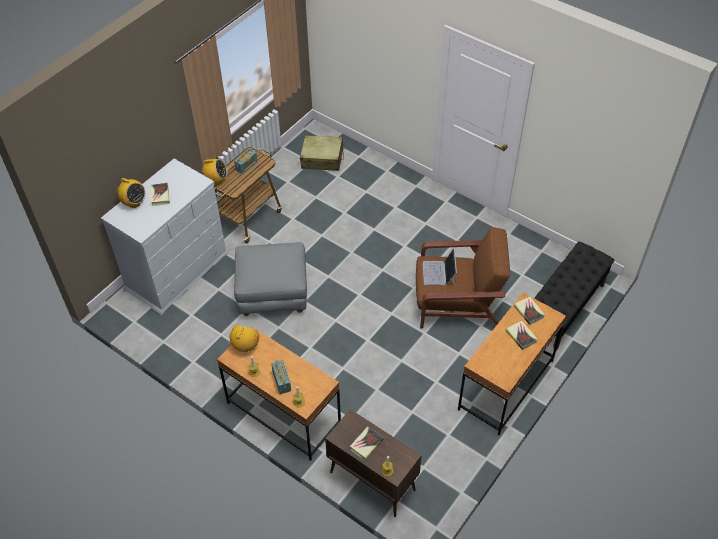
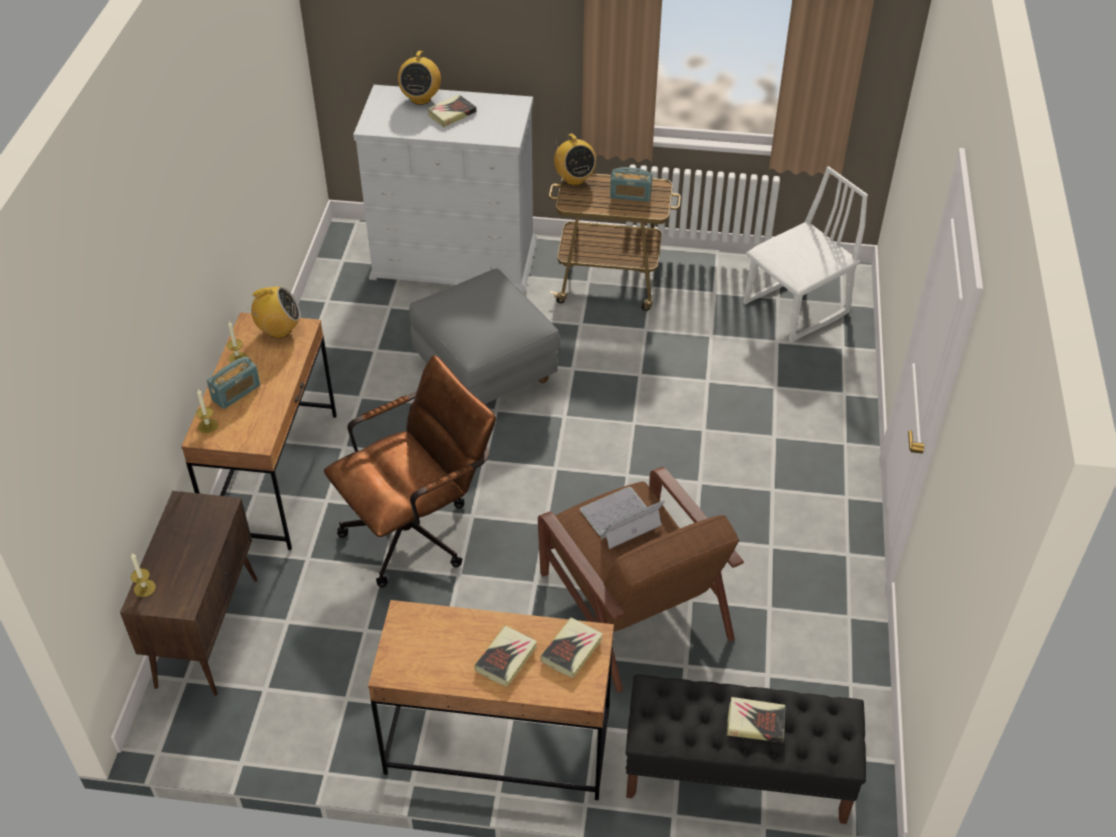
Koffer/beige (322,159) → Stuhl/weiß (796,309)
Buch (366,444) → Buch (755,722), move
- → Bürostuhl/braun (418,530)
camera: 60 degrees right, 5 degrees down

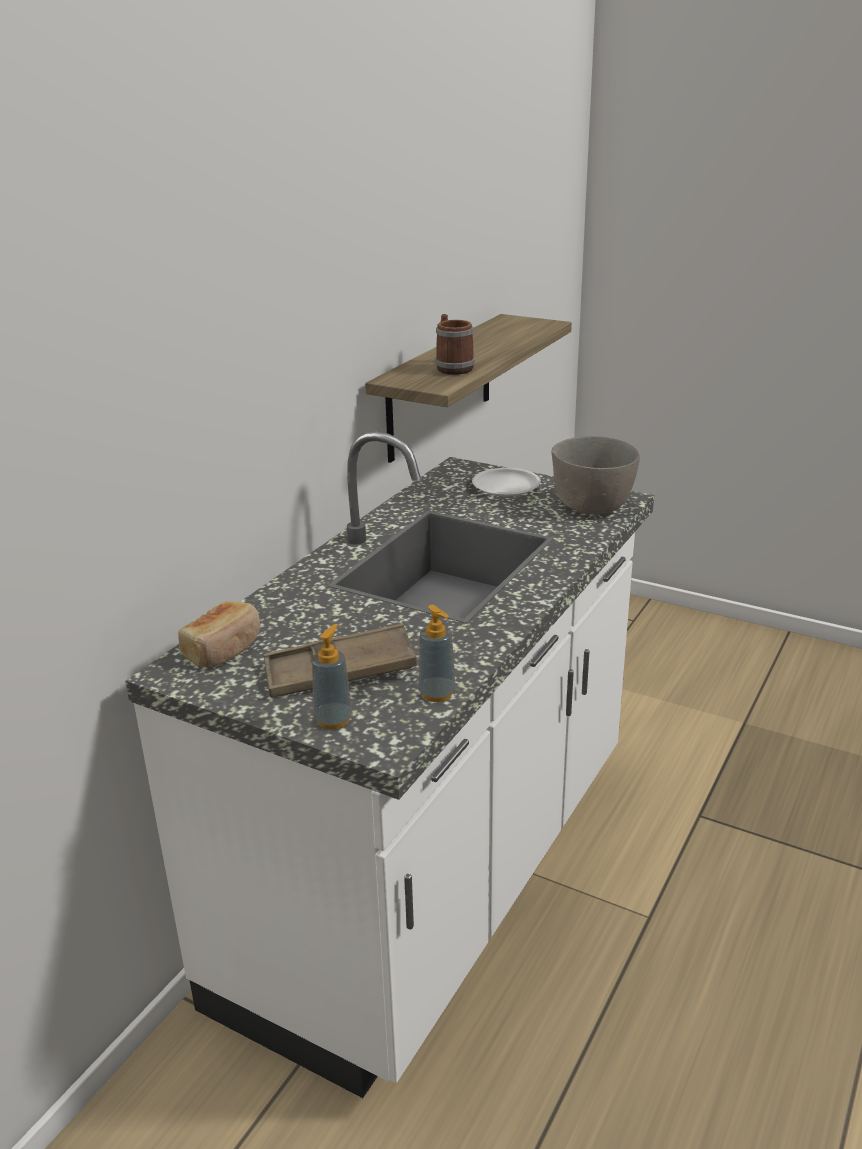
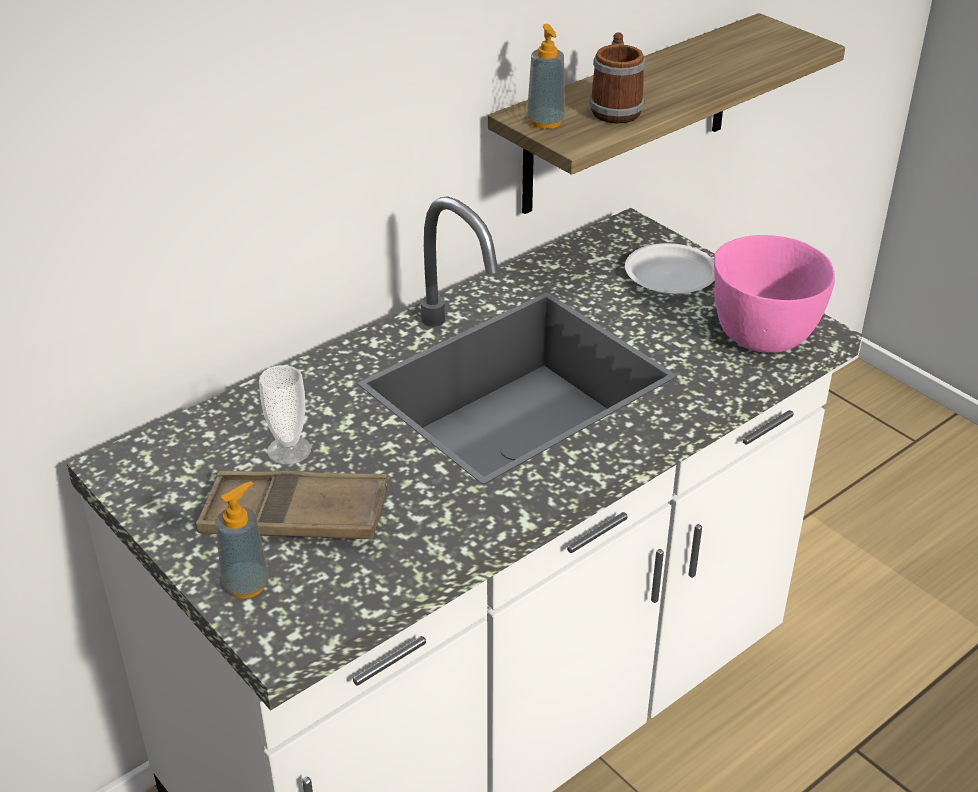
Schüssel/grau (593,506) → Schüssel/rosa (763,335)
Brot (224,649) → -
Seifenspender (437,693) → Seifenspender (545,122), move
- → Tasse (289,450)
camera: 20 degrees right, 10 degrees up

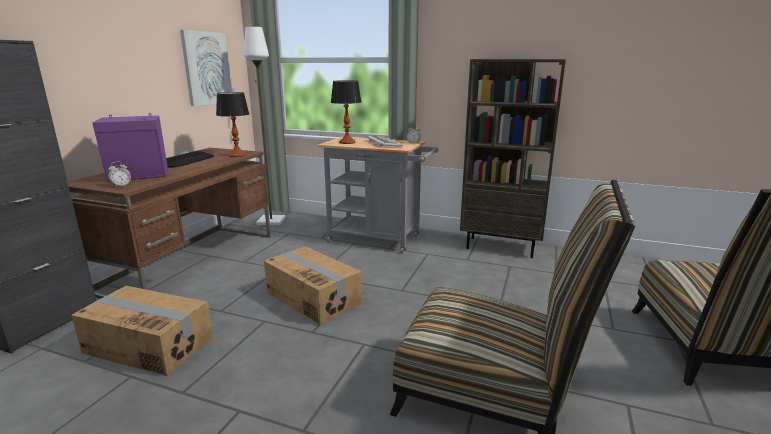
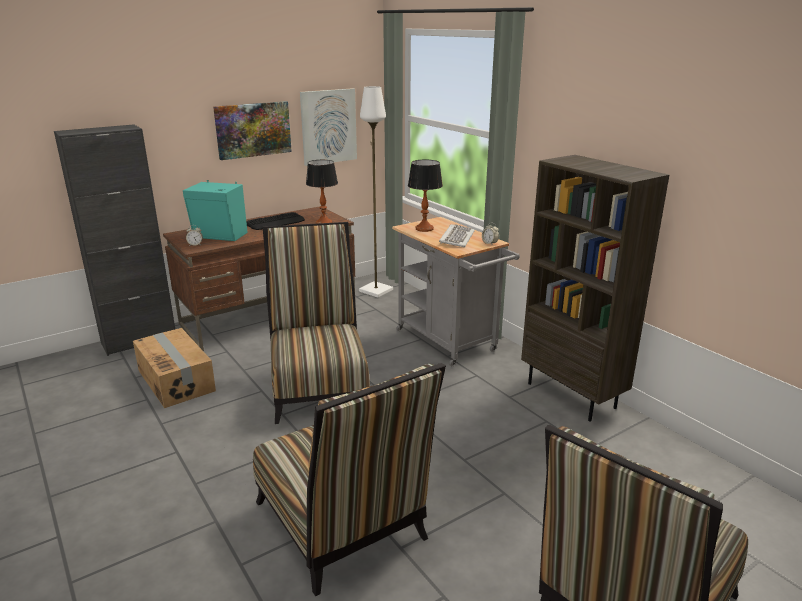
Lautsprecher/lila (140,176) → Lautsprecher/türkis (220,236)
Karton (313,298) → Stuhl (318,384)
- → Bild (253,129)
camera: 35 degrees right, 5 degrees up

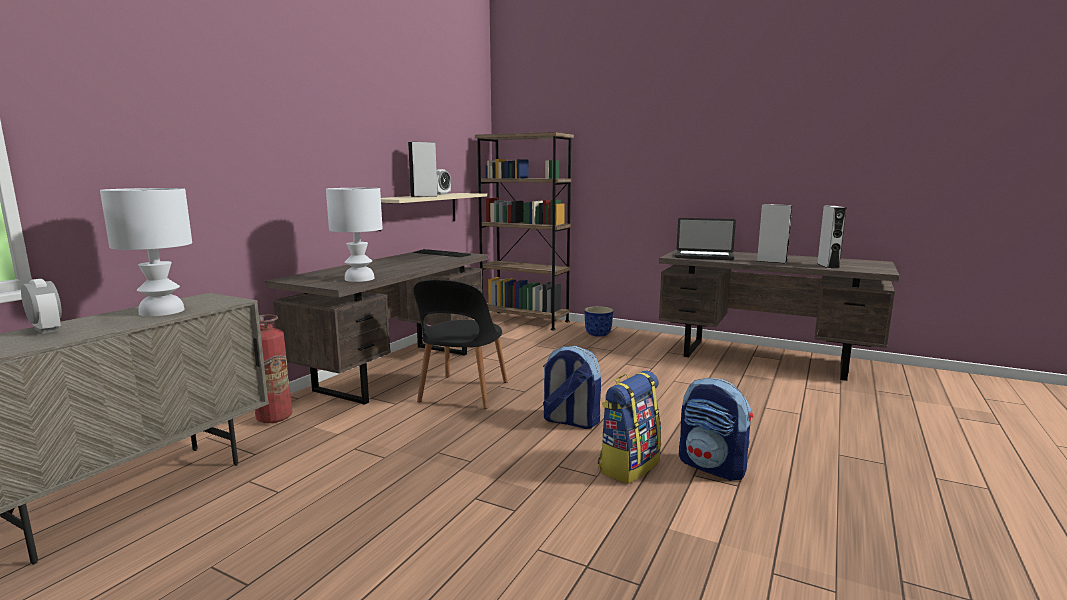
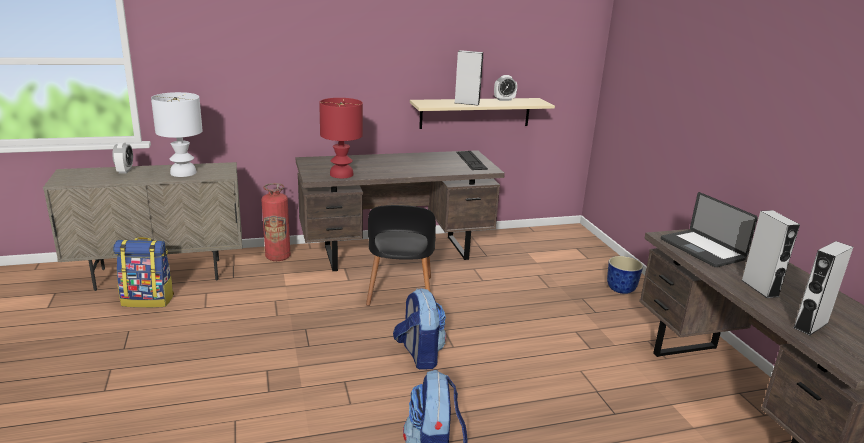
Bücherregal/braun (524,320) → -
Tischlampe/weiß (359,279) → Tischlampe/rot (341,174)
Stuhl/schwarz (462,393) → Stuhl/schwarz (399,293), 60 degrees counterclockwise
Rucksack (628,465) → Rucksack (148,300), move
camera: 45 degrees right, 10 degrees up

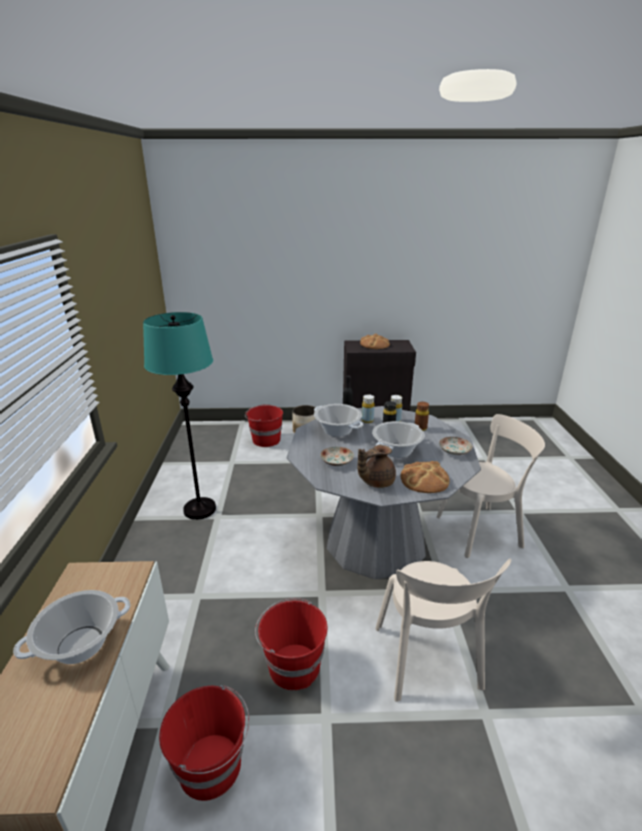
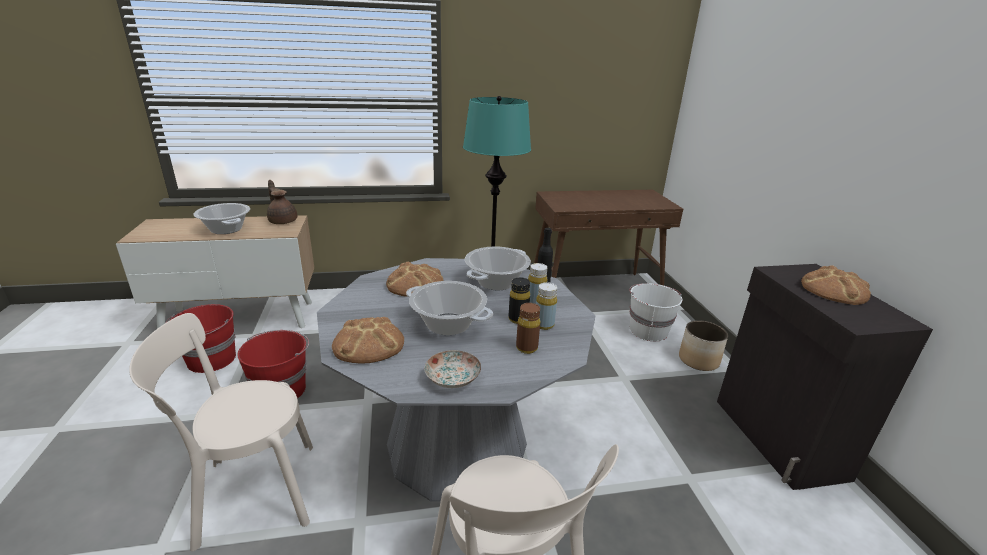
Eimer/rot (265,440) → Eimer/weiß (648,330)
Teekanne/braun (376,481) → Teekanne/braun (283,221), move
Teller (336,462) → Brot (415,284)
- → Konsolentisch/braun (594,291)
camera: 80 degrees right, 0 degrees up

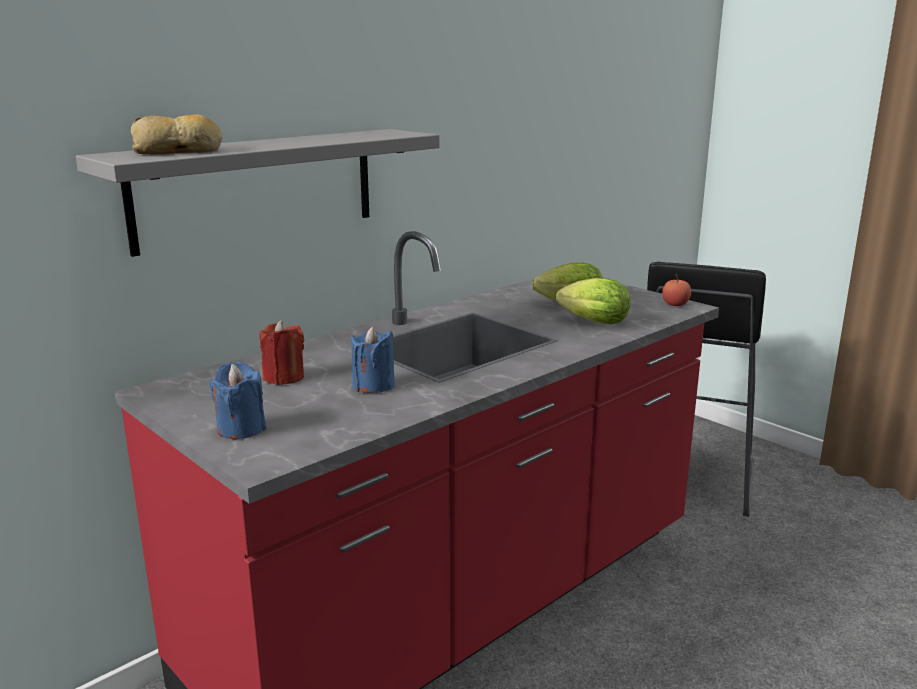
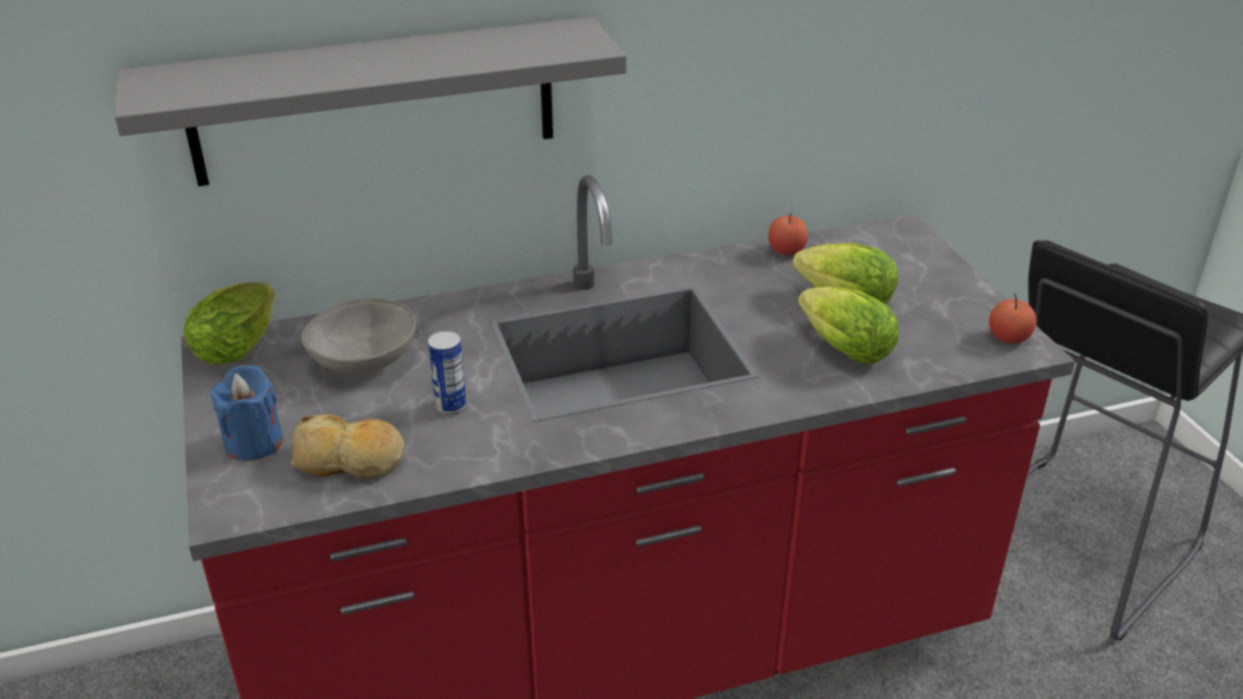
Brot (179,151) → Brot (350,461), move
Kerze/rot (283,377) → Schüssel/grau (365,361)
Kerze/blau (373,386) → Dose (451,406)
- → Apfel (786,251)
- → Salatkopf (241,345)
camera: 25 degrees right, 15 degrees up

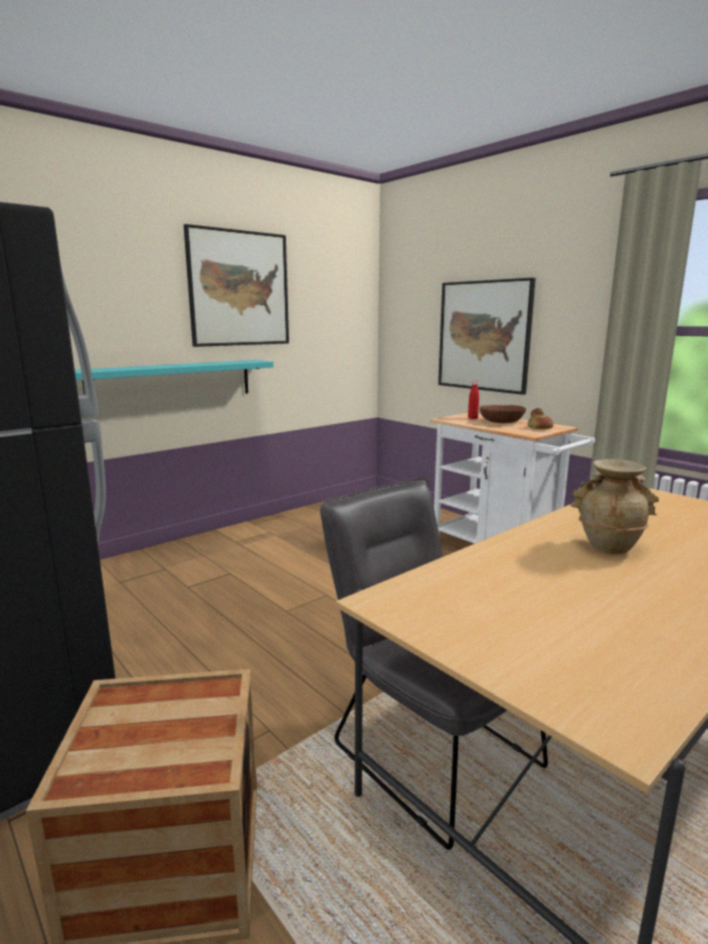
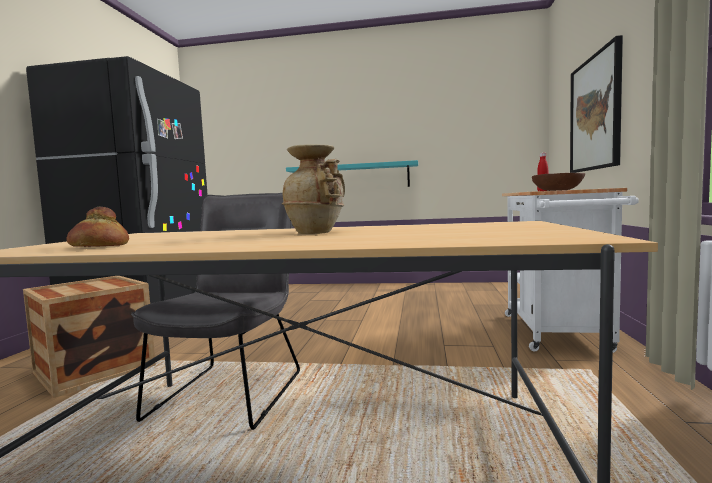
Bild (239,289) → -
Brot (539,428) → Brot (99,246), move
camera: 50 degrees right, 10 degrees down

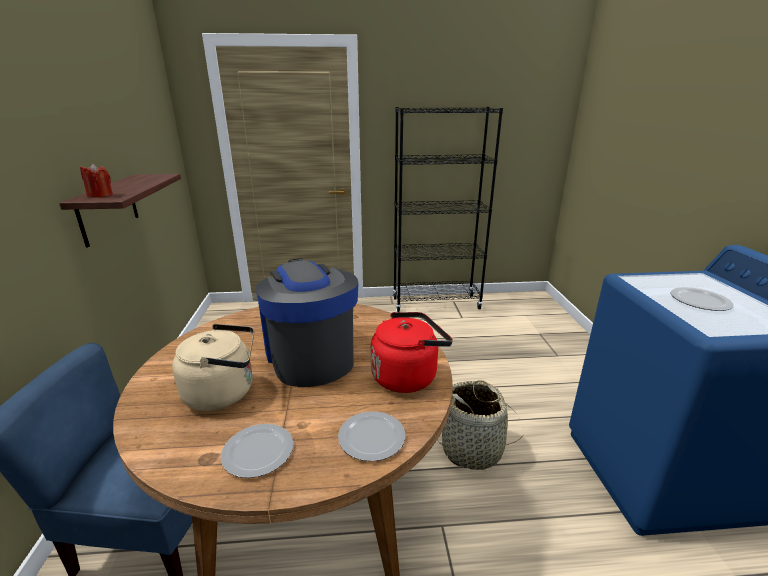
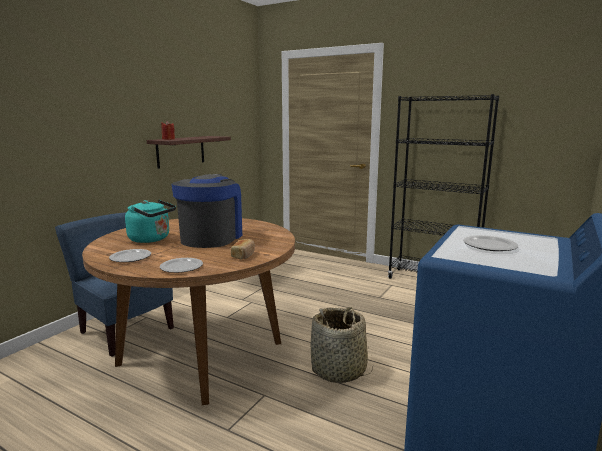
Wasserkessel/rot (407,375) → Brot (244,255)
Wasserkessel/beige (224,392) → Wasserkessel/türkis (152,239)
camera: 35 degrees right, 10 degrees down

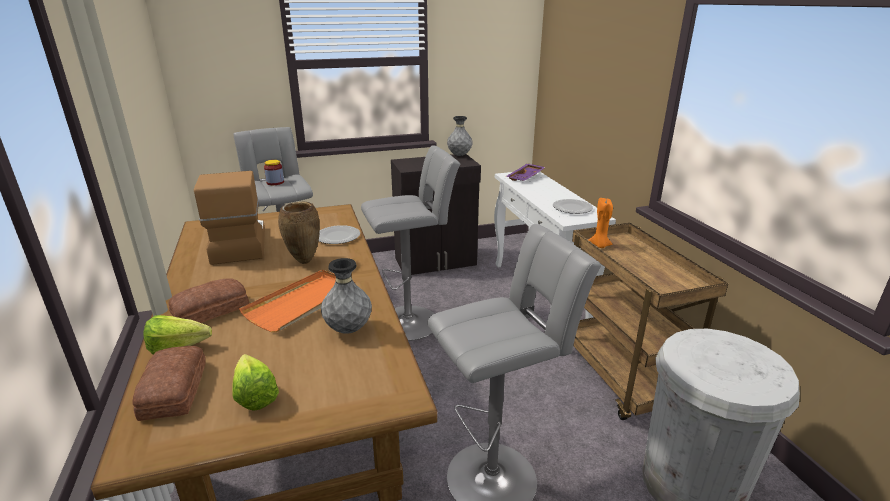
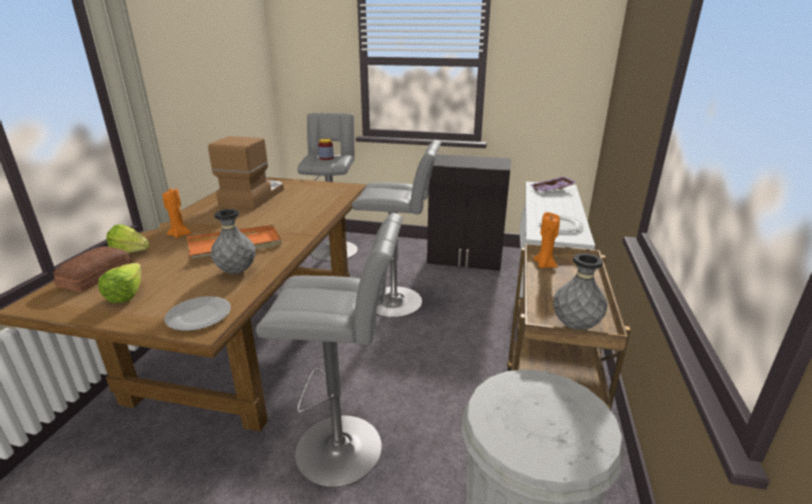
Vase/grau (459,155) → Vase/grau (575,326), move
Vase/braun (303,261) → -
Teller (338,236) → Teller (200,315), move
Brot (212,310) → Kerze/orange (179,235)
camera: 30 degrees right, 0 degrees up

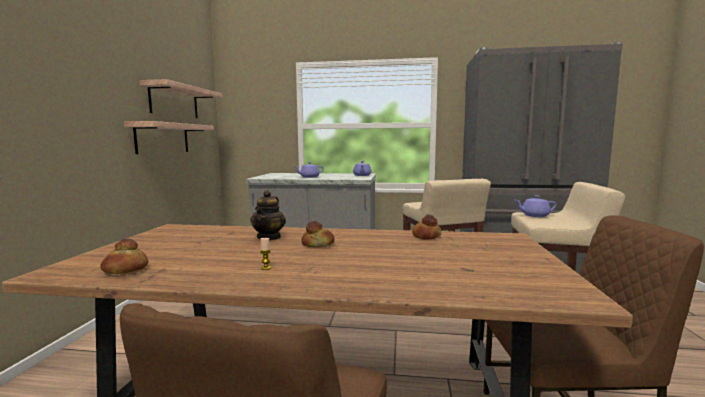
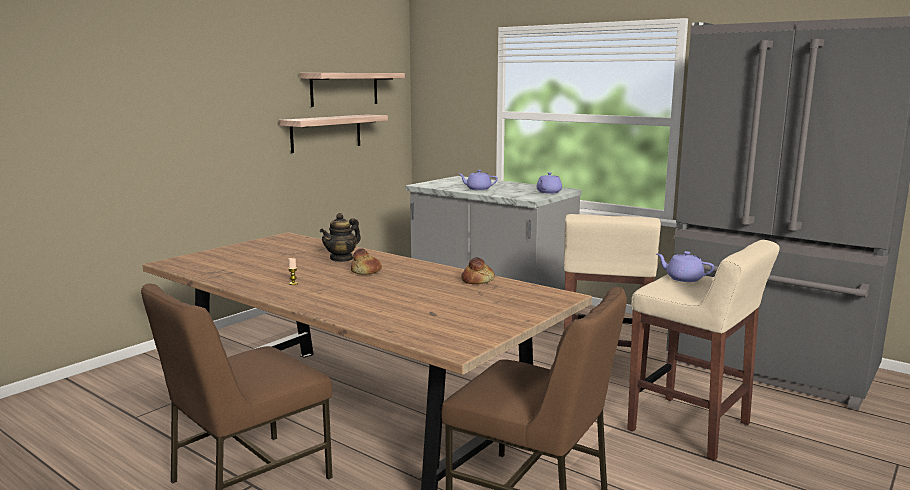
Brot (125,270) → -
camera: 30 degrees right, 5 degrees up

